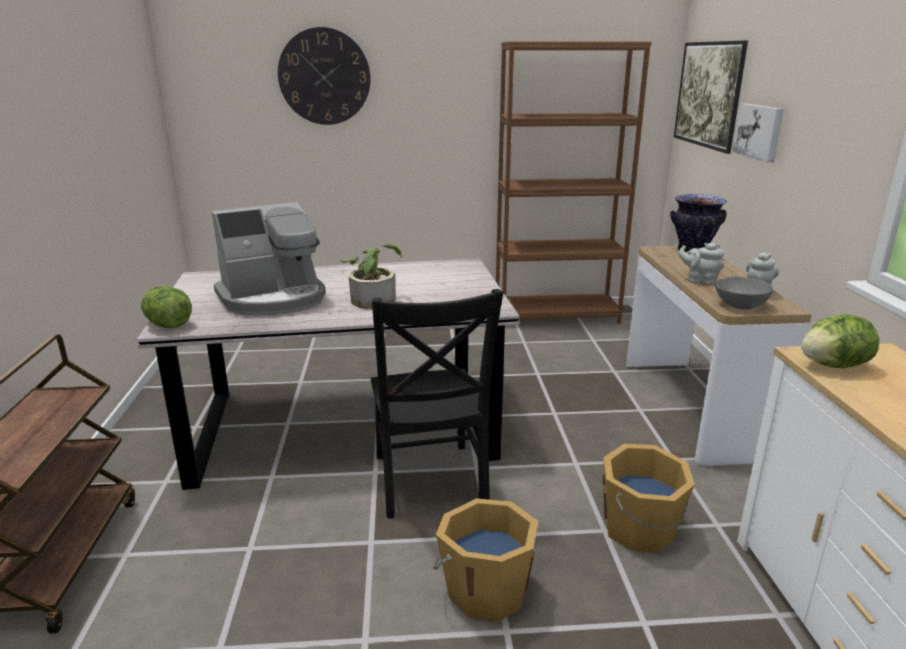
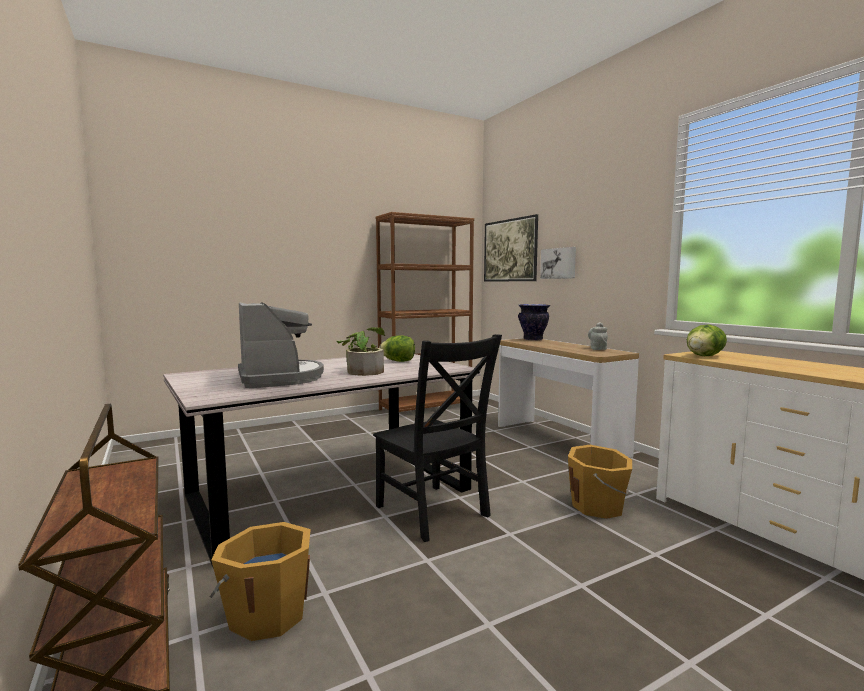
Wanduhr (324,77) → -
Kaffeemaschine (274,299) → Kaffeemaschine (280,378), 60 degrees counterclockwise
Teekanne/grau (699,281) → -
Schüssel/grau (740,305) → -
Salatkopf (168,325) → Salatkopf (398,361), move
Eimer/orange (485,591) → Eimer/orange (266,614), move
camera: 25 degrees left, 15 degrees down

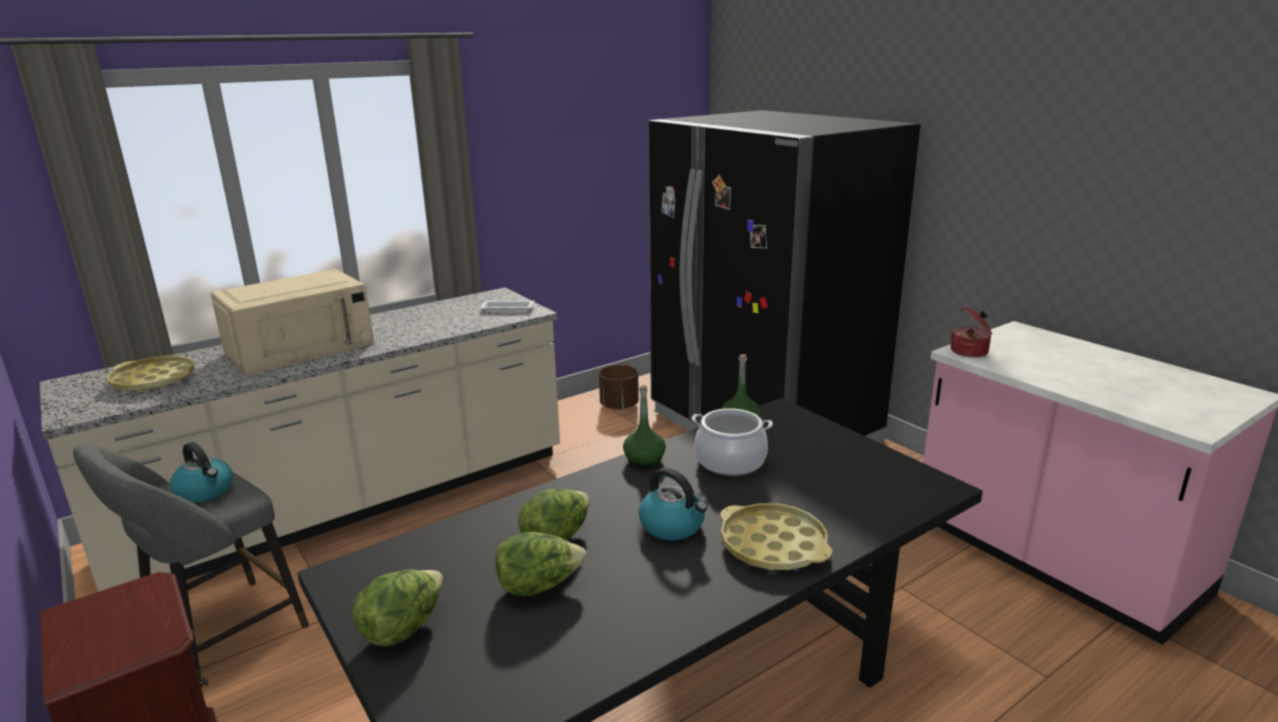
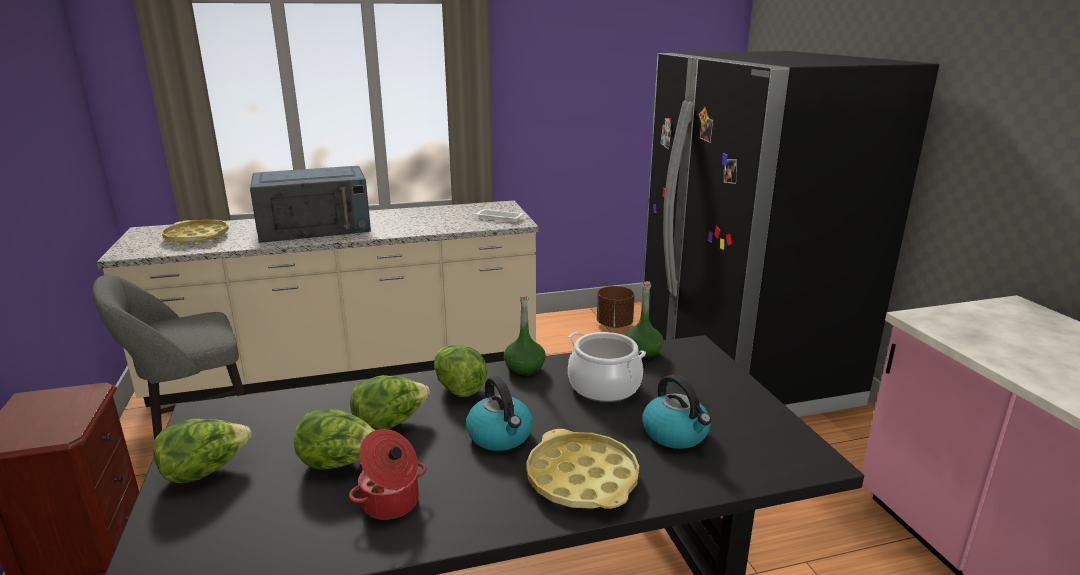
Mikrowelle/beige (301,347) → Mikrowelle/blau (316,227)
Kochtopf (970,352) → Kochtopf (391,503), move
Wasserkessel (205,491) → Wasserkessel (676,434), move
- → Salatkopf (459,388)
camera: 20 degrees right, 0 degrees up

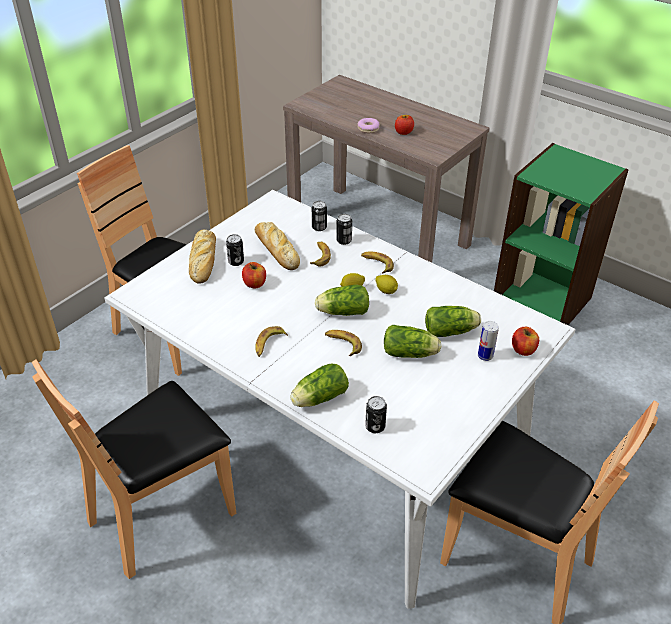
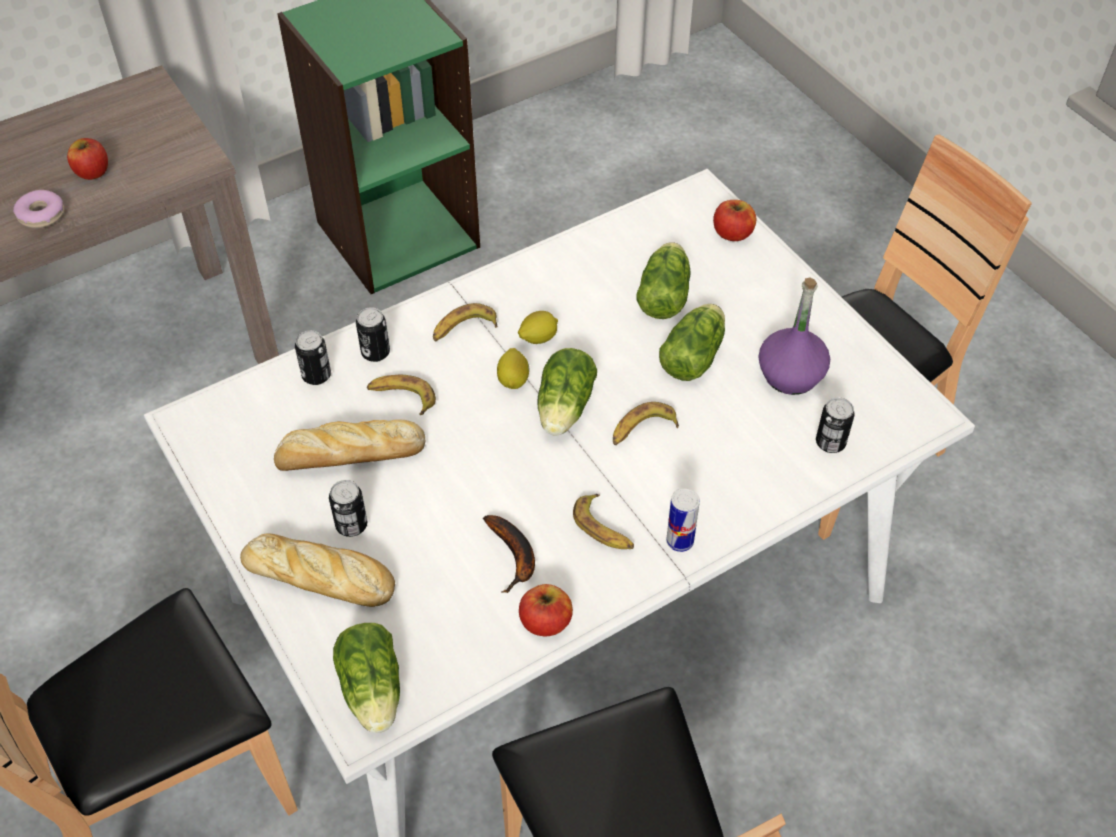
Apfel (254,284) → Apfel (545,622), move
Dose (485,356) → Dose (679,541), move
Salatkopf (318,398) → Salatkopf (373,692), move
- → Flasche/lila (790,375)
- → Banane (514,556)
camera: 70 degrees left, 10 degrees up

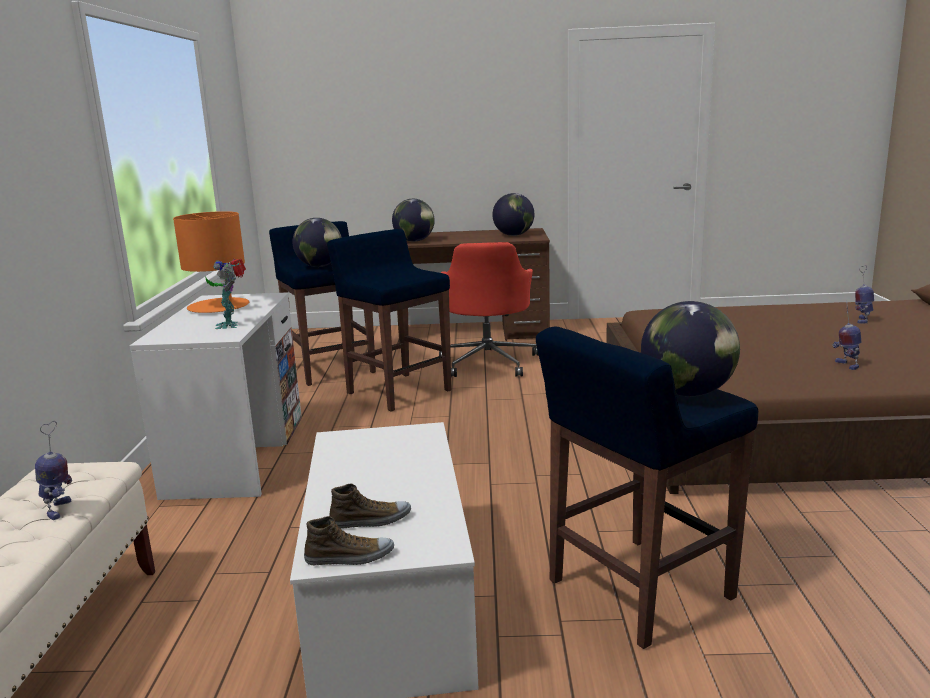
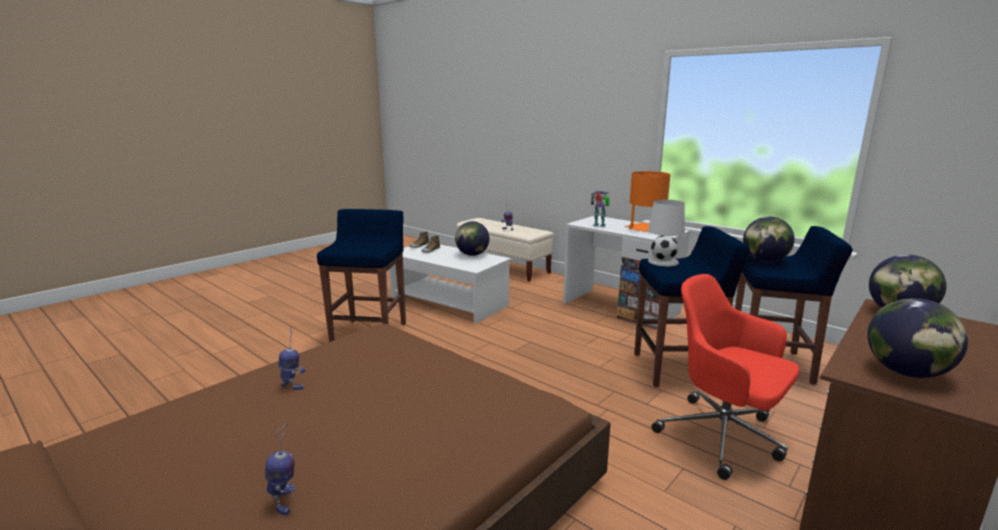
Globus (688,393) → Globus (472,255), move
- → Tischlampe/weiß (663,261)
camera: 130 degrees right, 0 degrees up

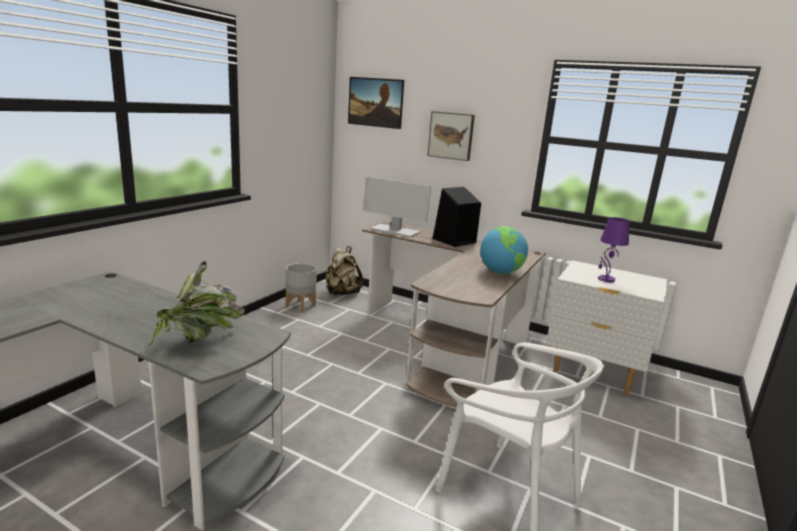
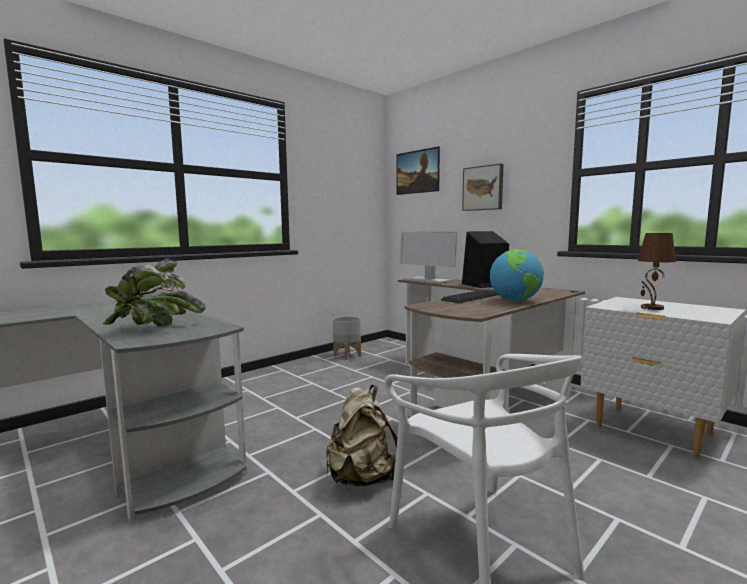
Tischlampe/lila (605,279) → Tischlampe/braun (651,308)
Rucksack/beige (341,293) → Rucksack/beige (362,478), move
- → Tastatur (473,297)
camera: 20 degrees right, 10 degrees down

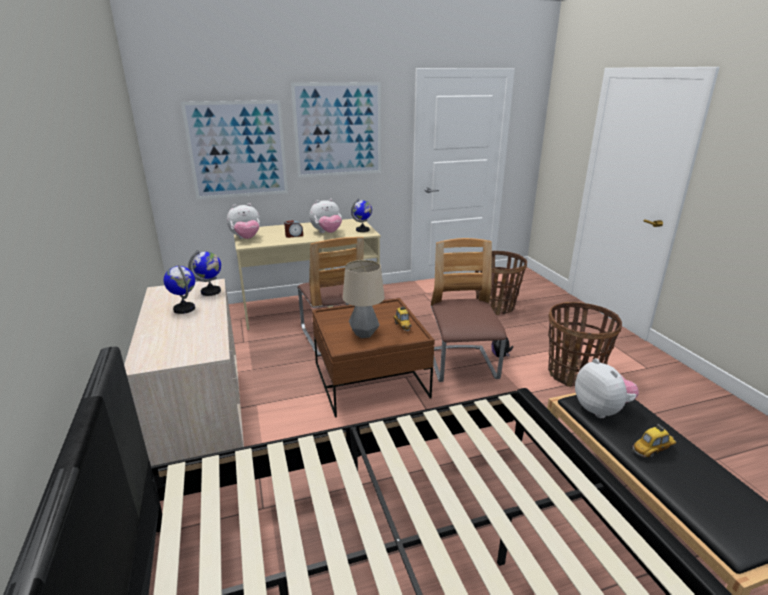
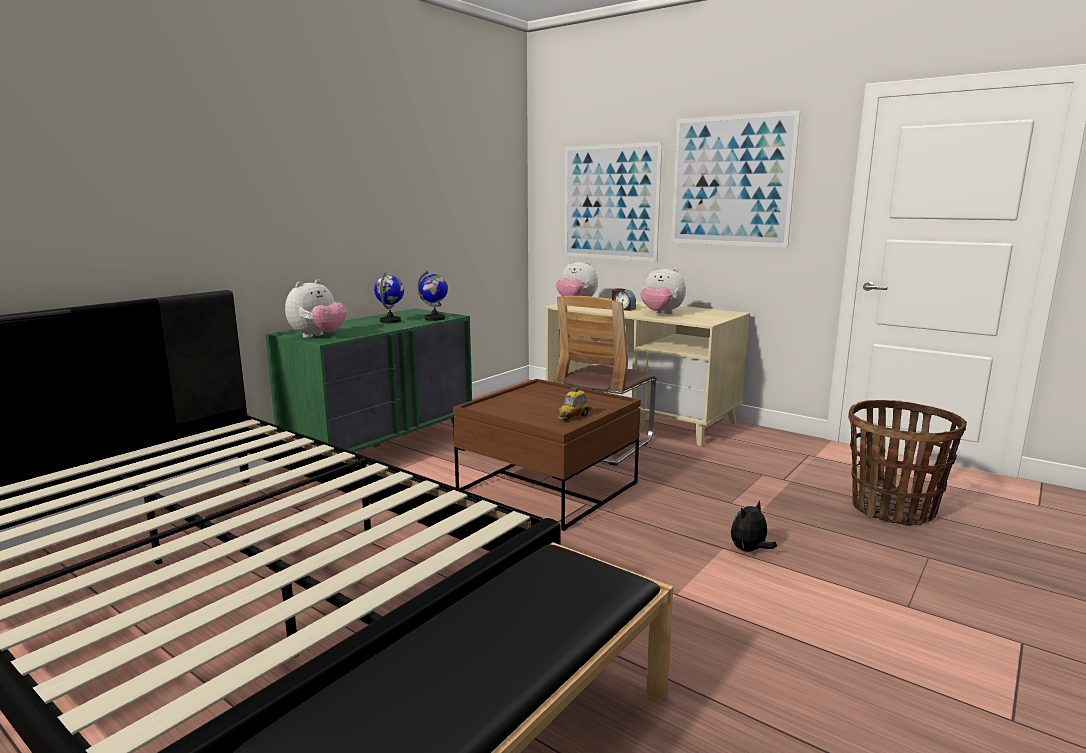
Globus (362,230) → -
Stuhl (462,365) → -
Tischlampe (364,334) → -
Kommode/beige (203,423) → Kommode/grün (383,447)
Korb (573,374) → -
Plüschtier (601,410) → Plüschtier (318,336), move
Spielzeugauto (653,450) → -
camera: 55 degrees right, 10 degrees down

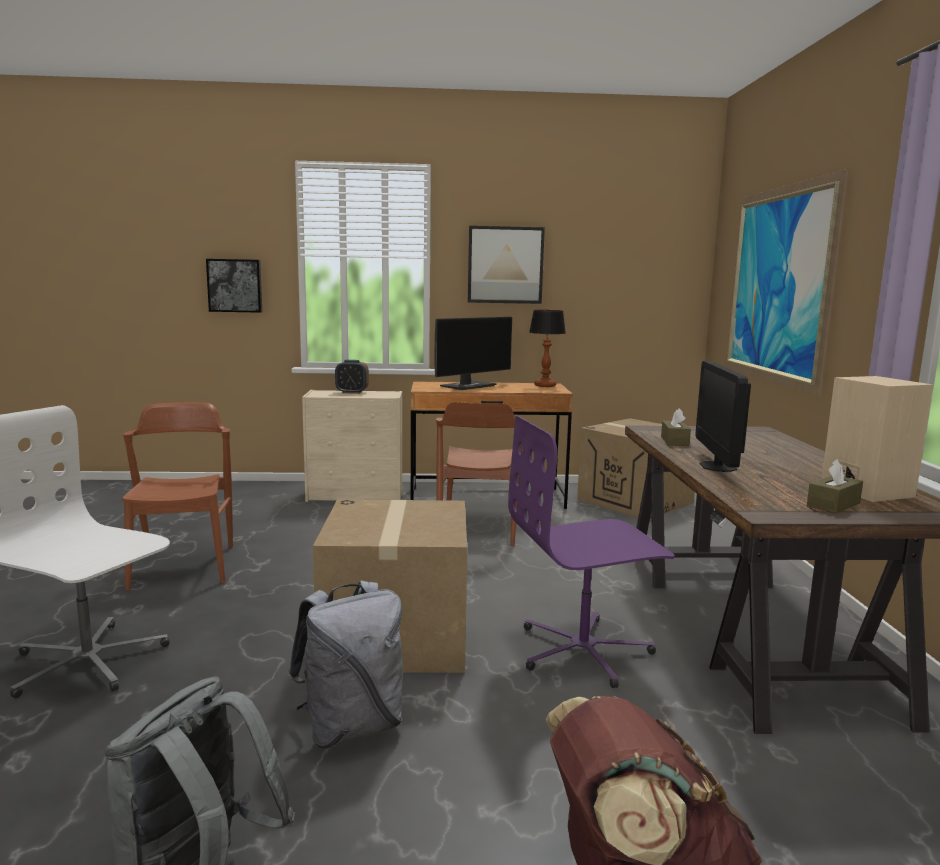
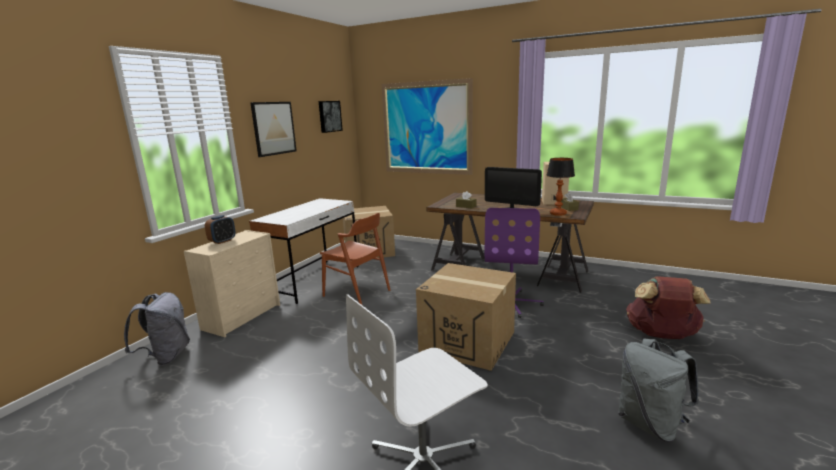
Bild (235,285) → Bild (329,116), move
Tischlampe (545,385) → Tischlampe (558,213), move
Monitor (469,386) → -
Schreibtisch/braun (487,498) → Schreibtisch/weiß (313,280)
Stuhl/braun (184,566) → -
Rucksack/grau (351,727) → Rucksack/grau (166,356), move
camera: 60 degrees left, 5 degrees up

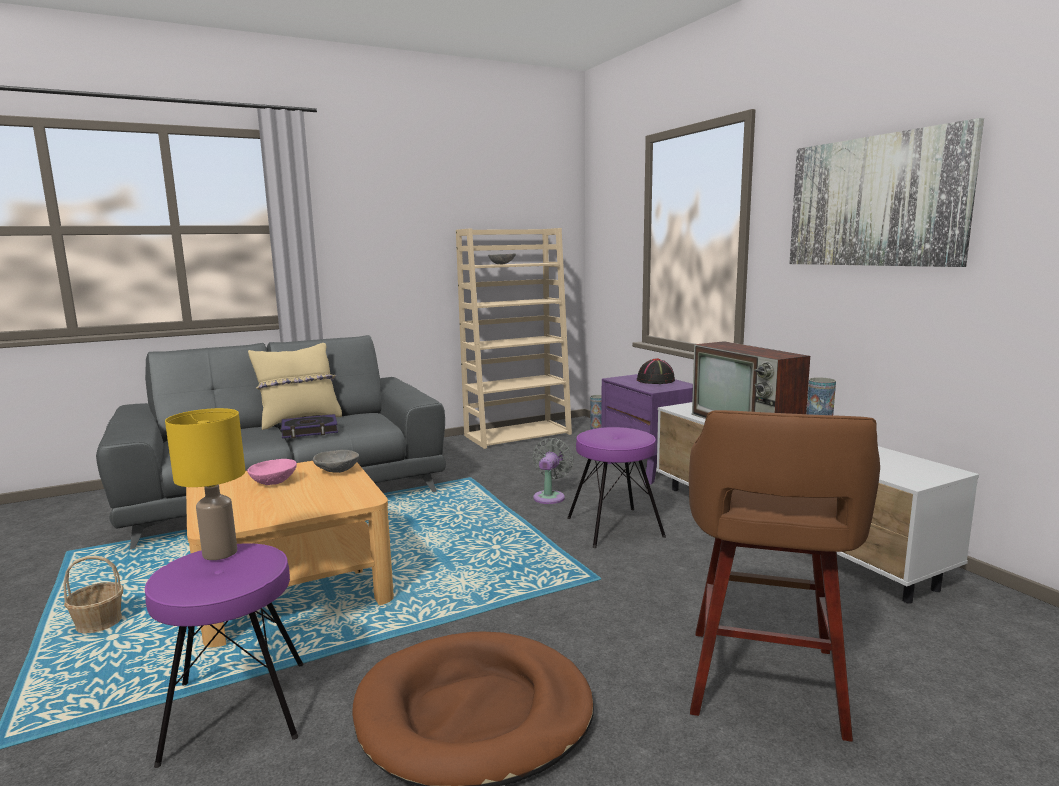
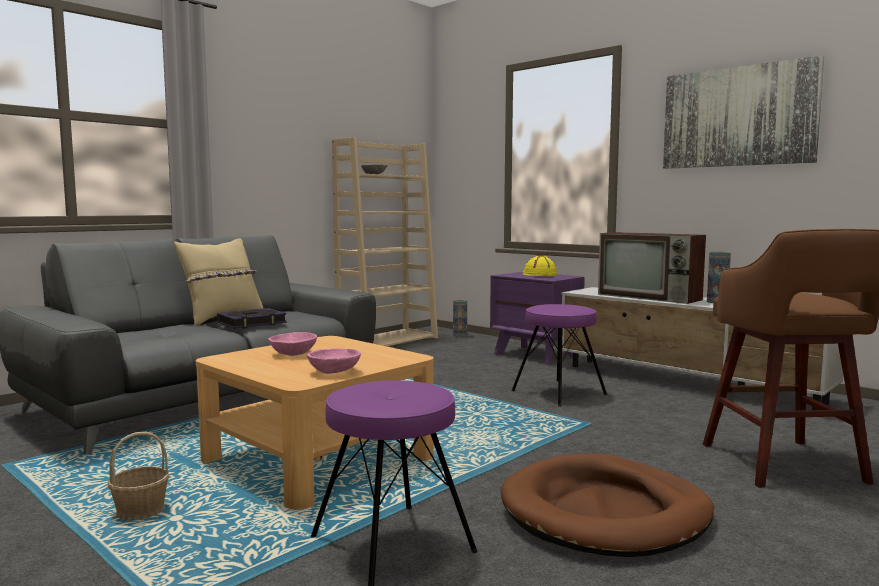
Hut/schwarz (655,381) → Hut/gelb (540,275)
Tischlampe/gelb (220,552) → -
Ventilator/grau (550,496) → -
Schüssel/grau (336,471) → -
- → Schüssel/rosa (335,372)
camera: 20 degrees left, 5 degrees down

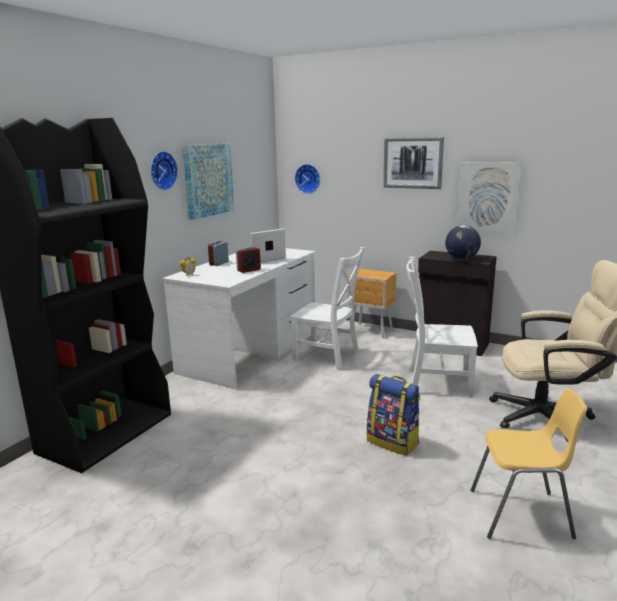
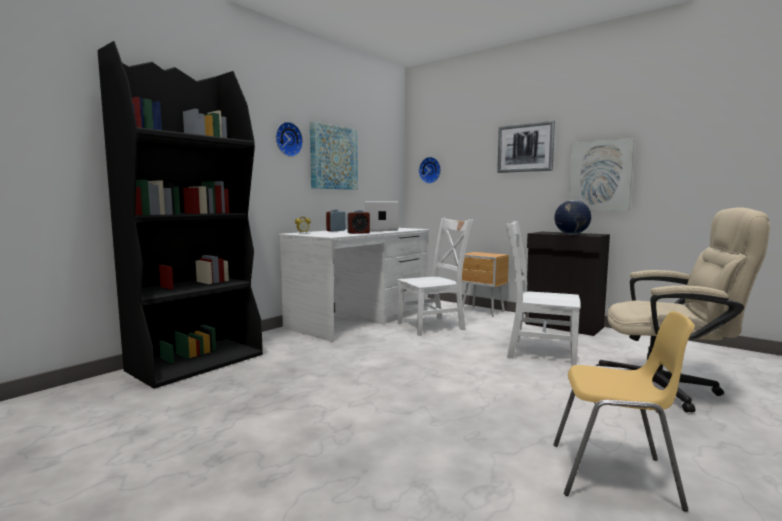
Stuhl/weiß (328,356) → Stuhl/weiß (433,326), 60 degrees counterclockwise
Rucksack (393,442) → -
camera: 10 degrees right, 10 degrees down

